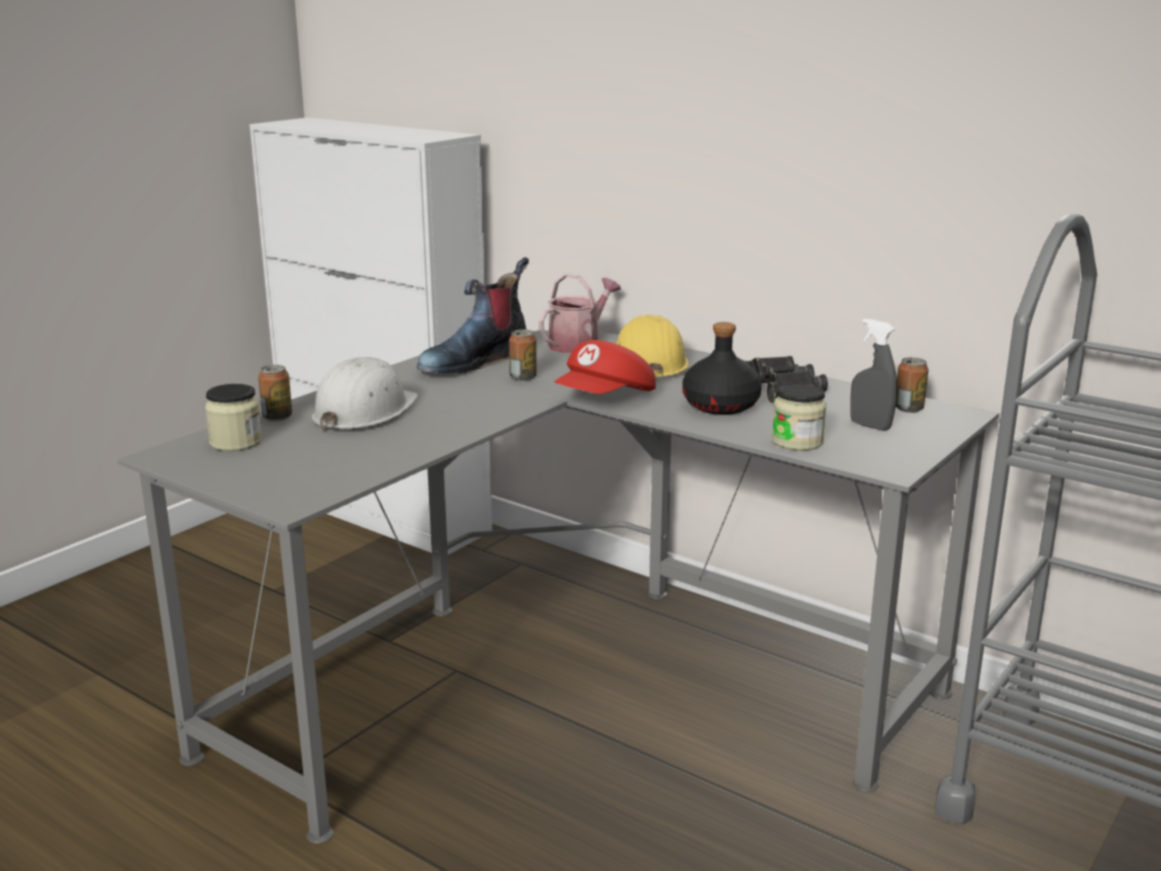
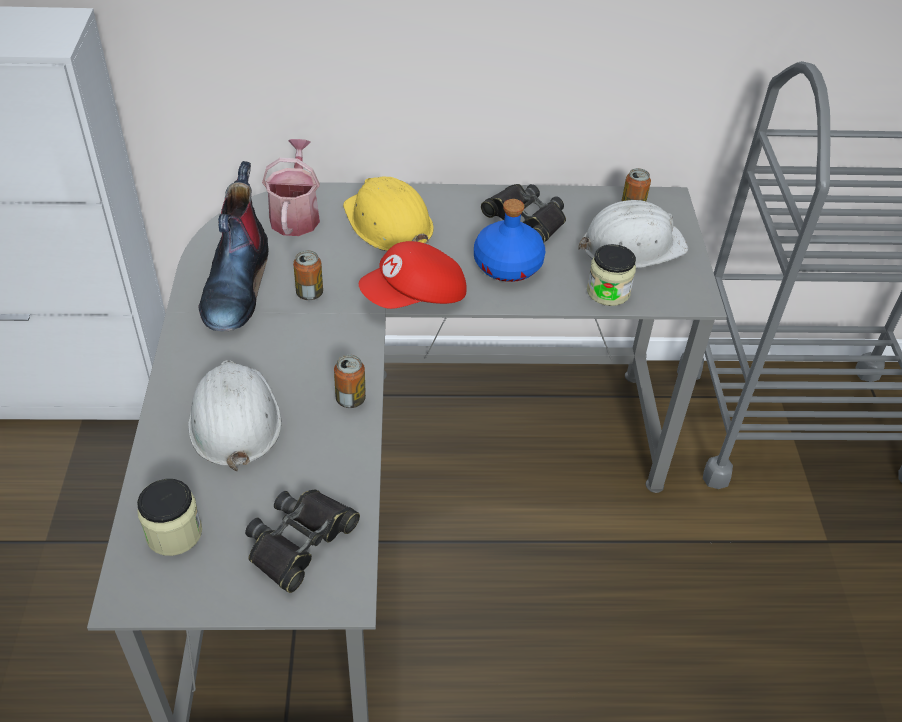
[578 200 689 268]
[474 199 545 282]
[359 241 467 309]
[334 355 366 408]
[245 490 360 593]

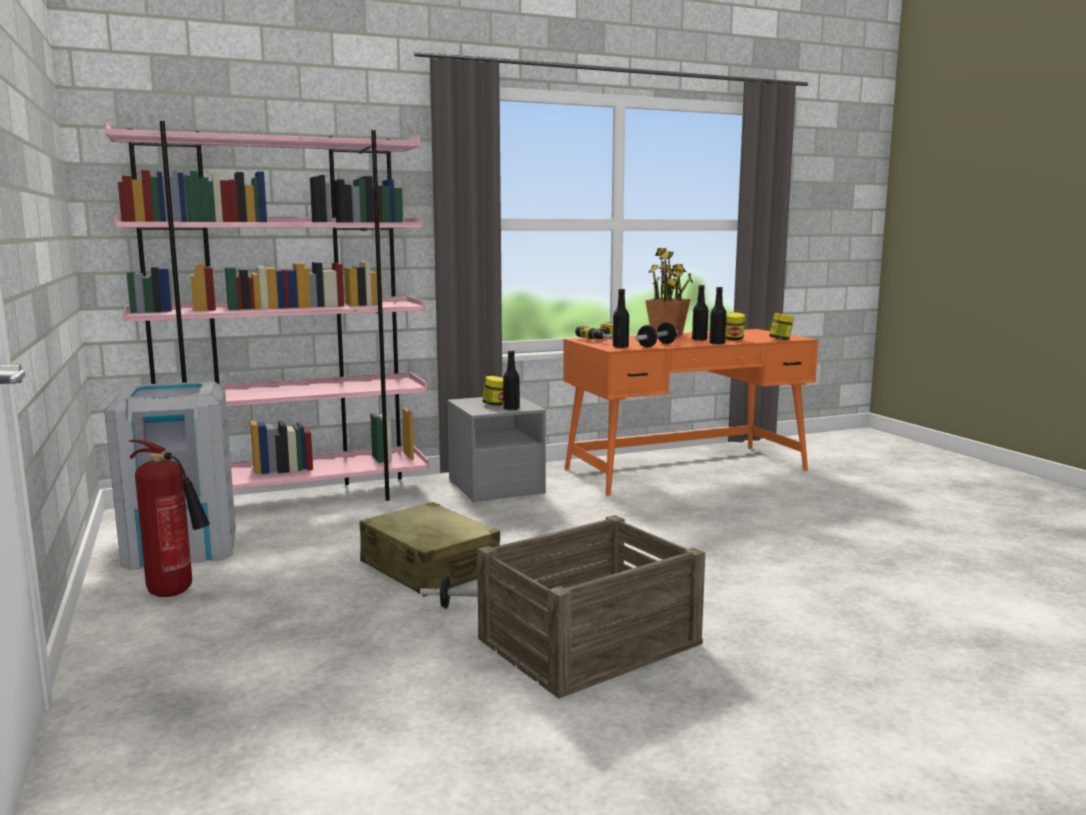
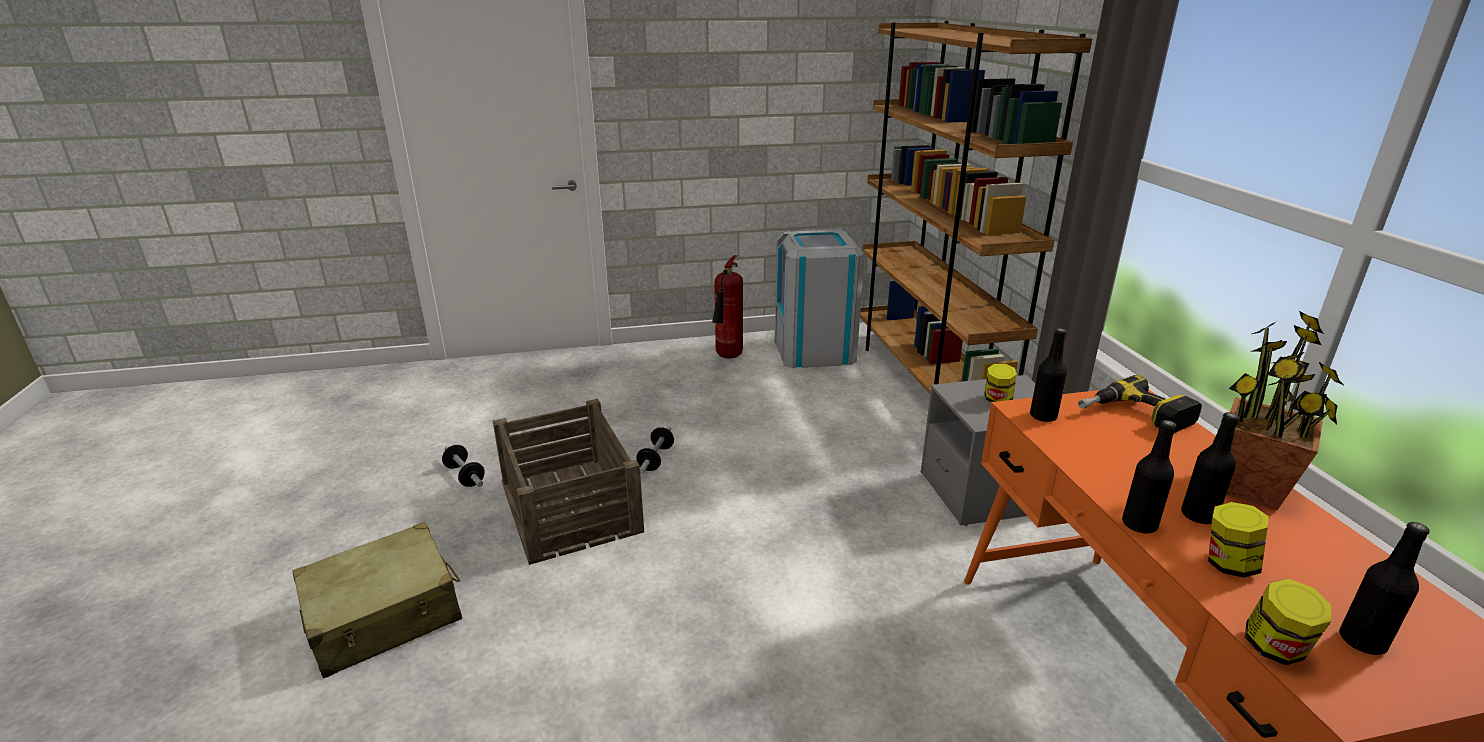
[860 21 1092 394]
[442 445 485 487]
[1339 522 1429 655]
[292 522 462 678]

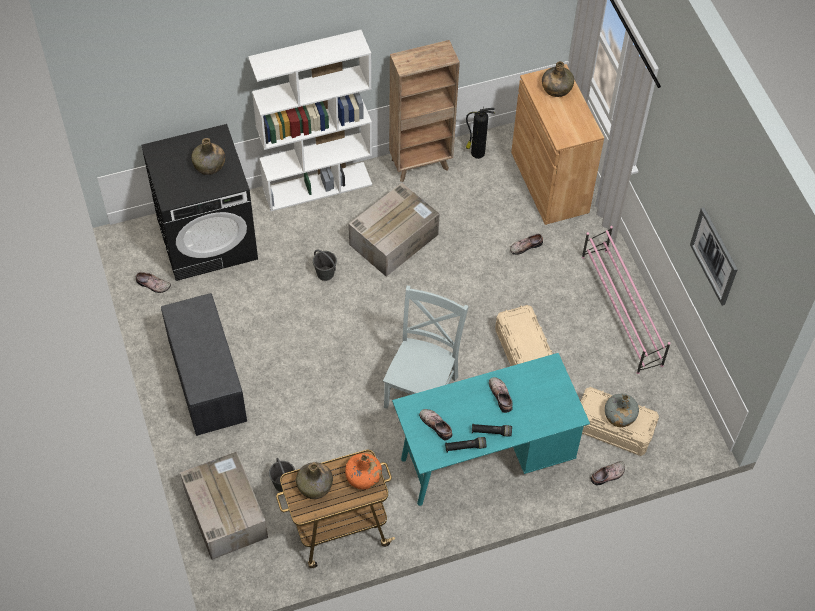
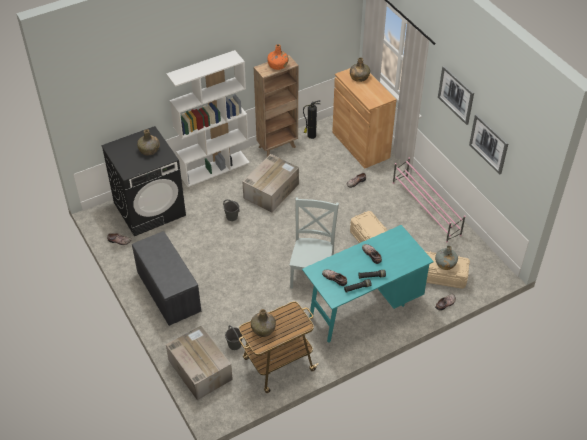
[267 44 289 70]
[438 66 474 125]

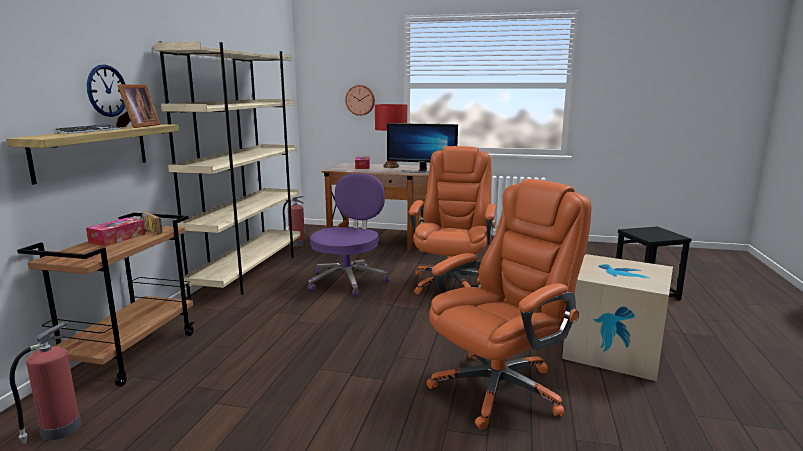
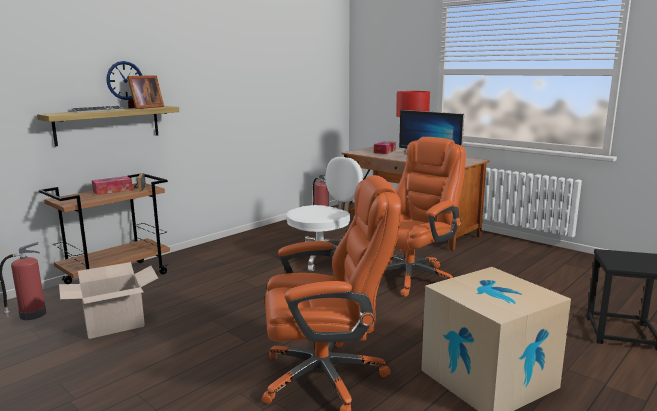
[154 42 301 298] (first image)
[345 85 375 116] (first image)
[286 157 363 271]
[59 262 158 339]

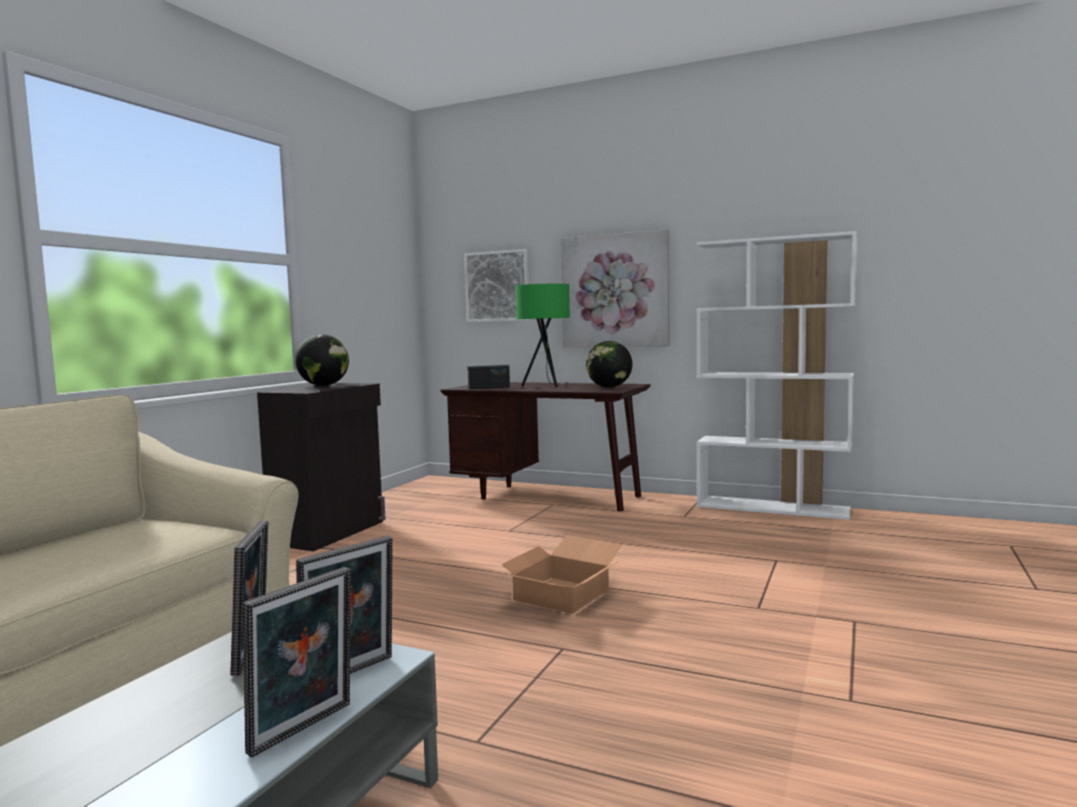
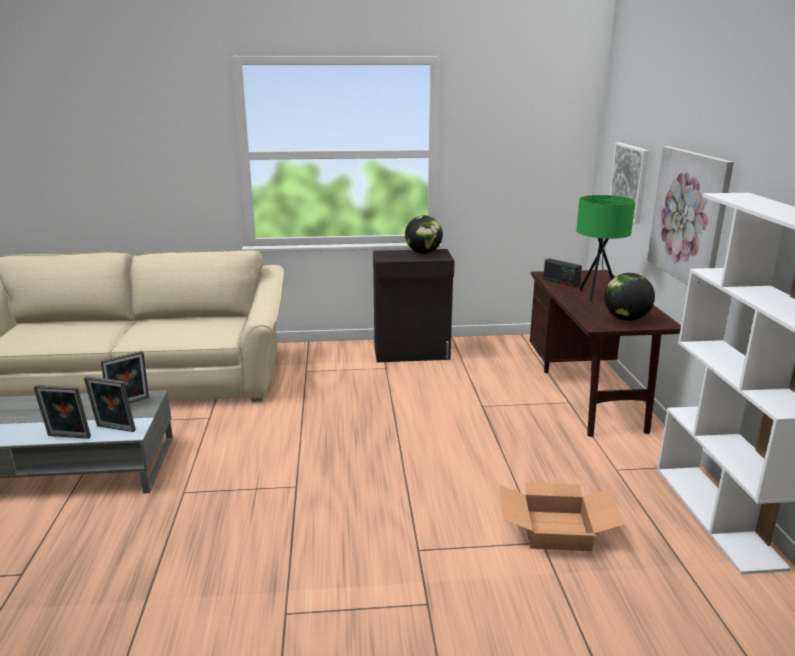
[499 482 625 551]

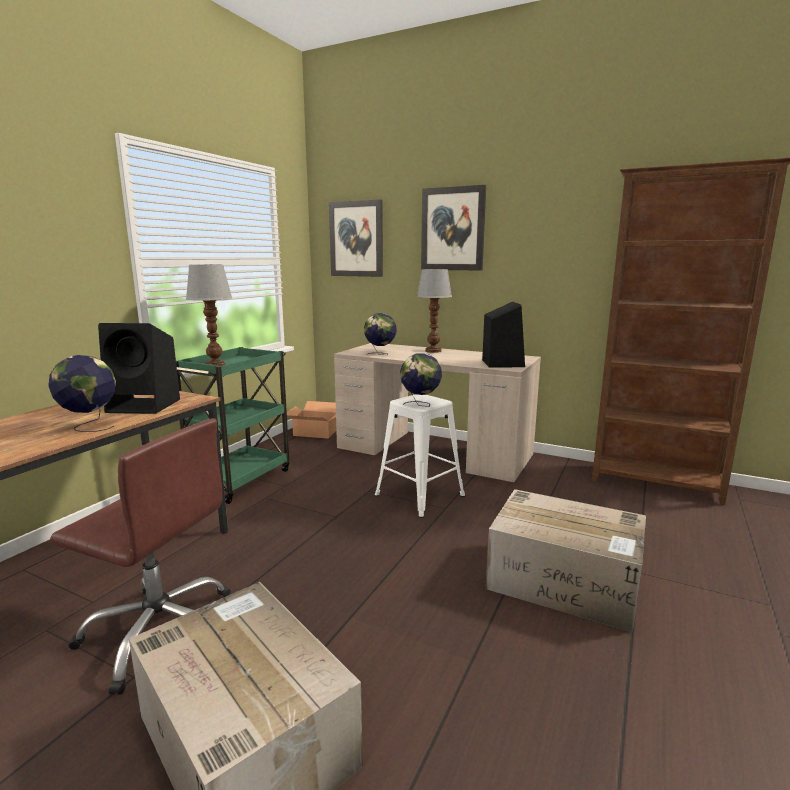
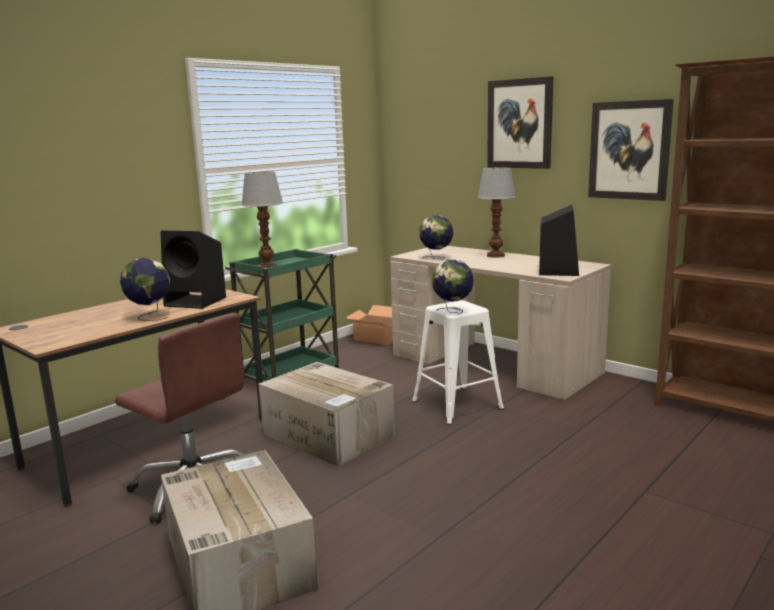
[588 99 674 201]
[258 362 395 467]

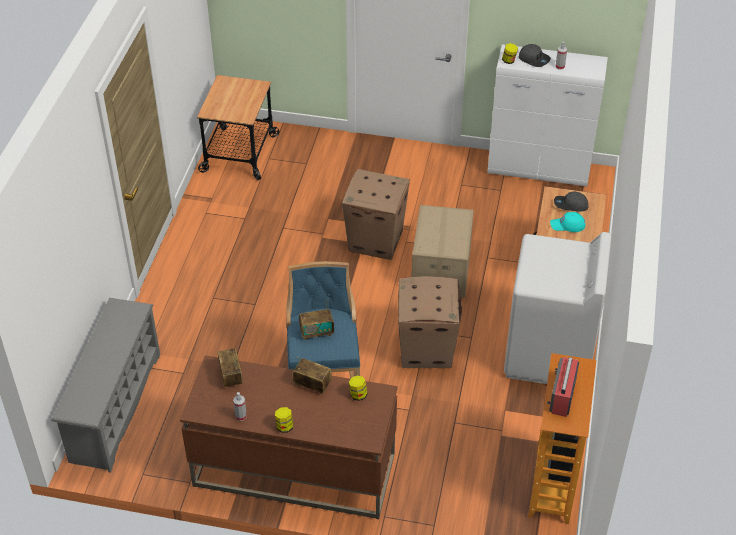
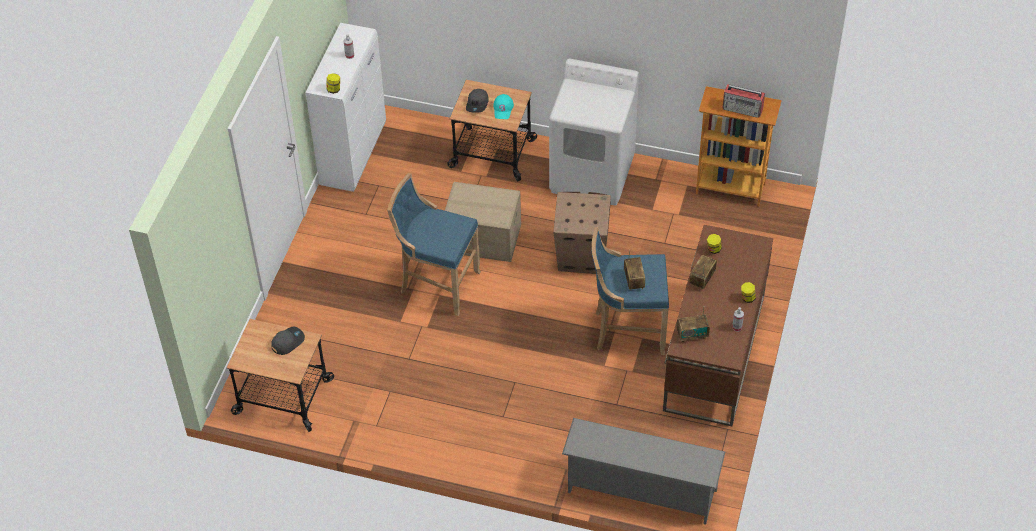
[271 327 305 355]
[387 173 481 316]

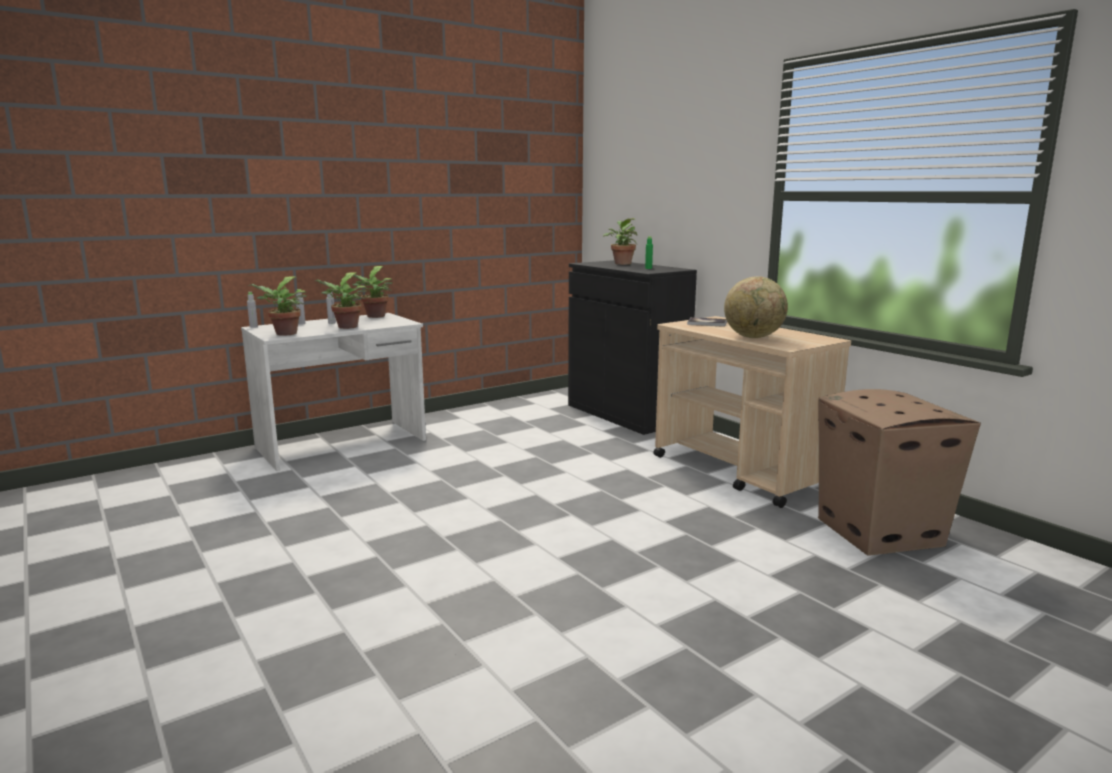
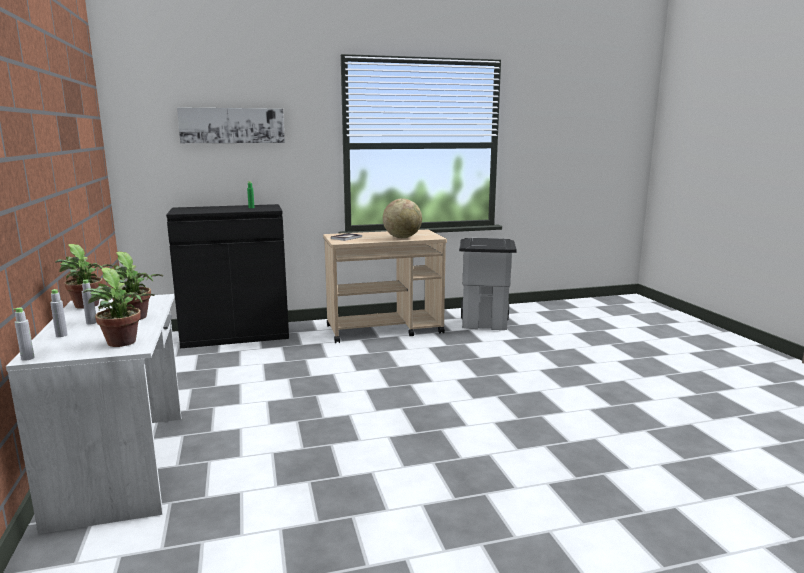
[603 218 638 265] (first image)
[459 238 517 330]
[177 107 285 143]

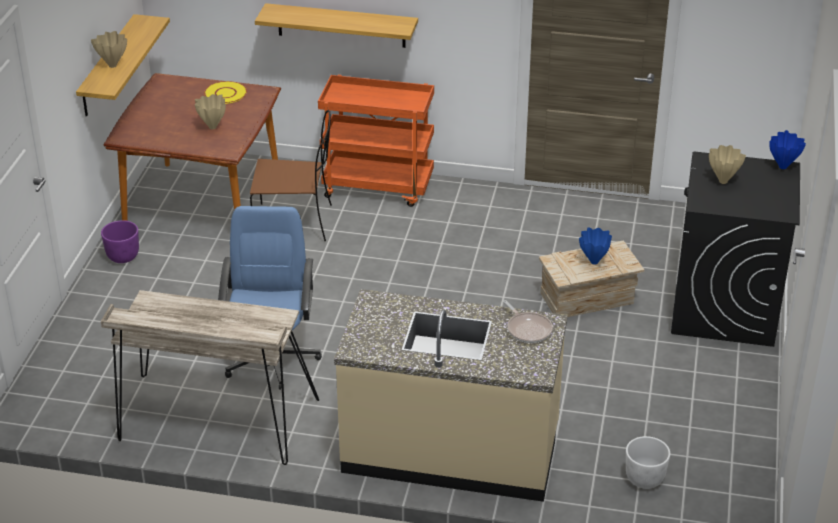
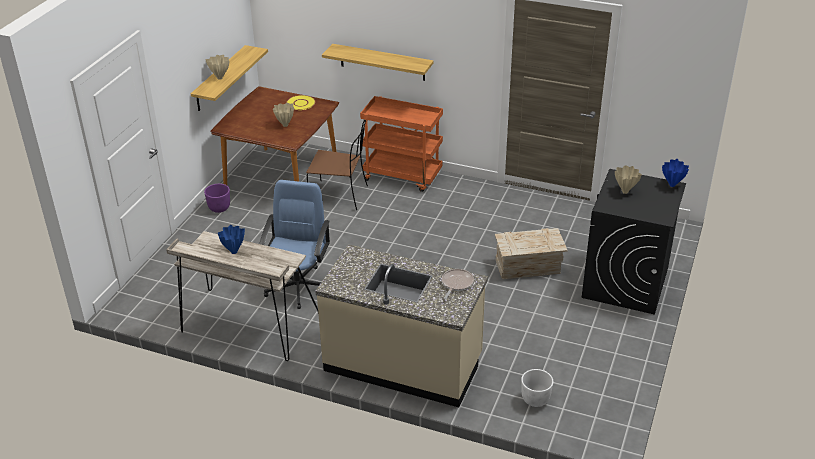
[218 225 245 254]
[442 269 474 299]

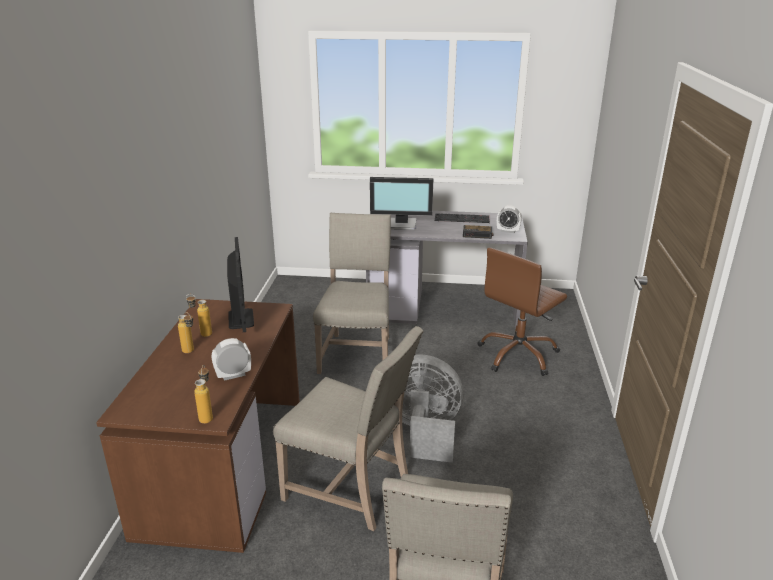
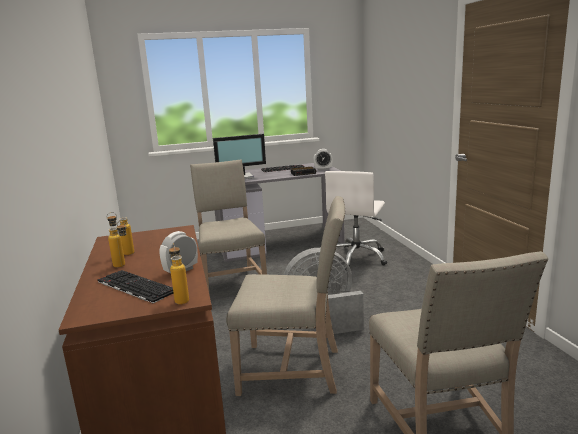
[227 237 254 332] (first image)
[325 171 387 270]
[97 270 173 303]

